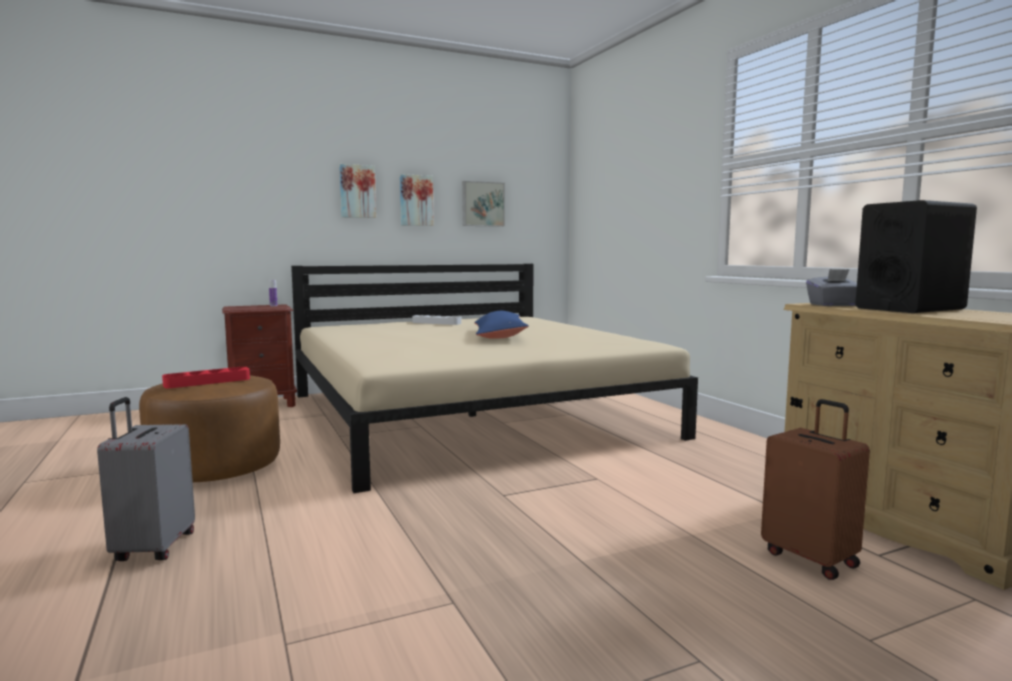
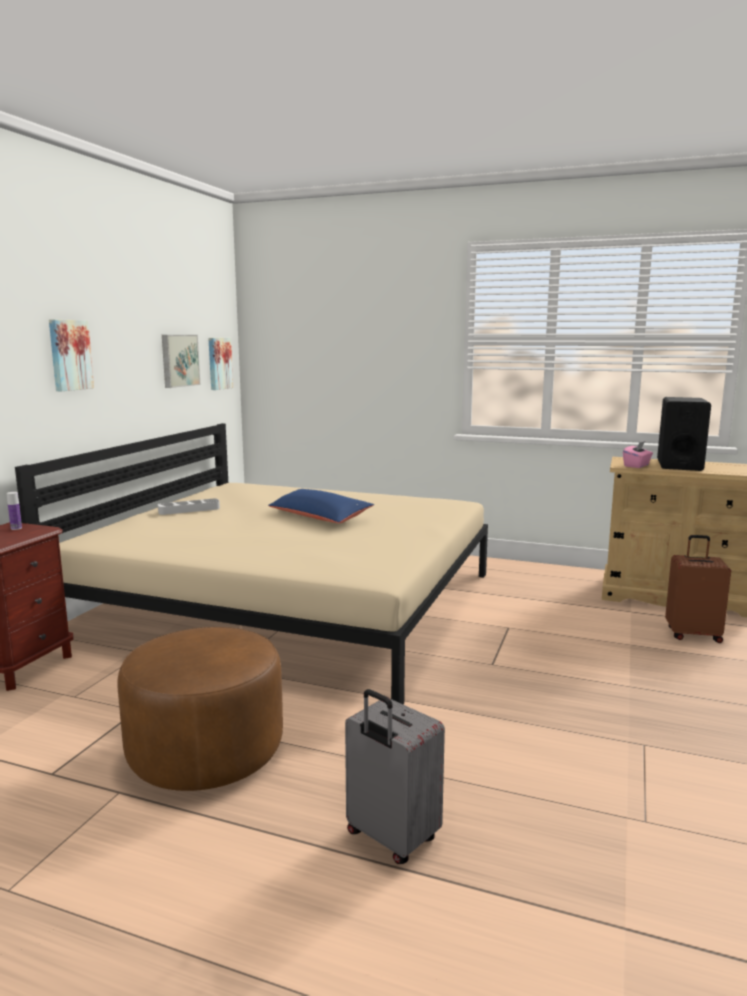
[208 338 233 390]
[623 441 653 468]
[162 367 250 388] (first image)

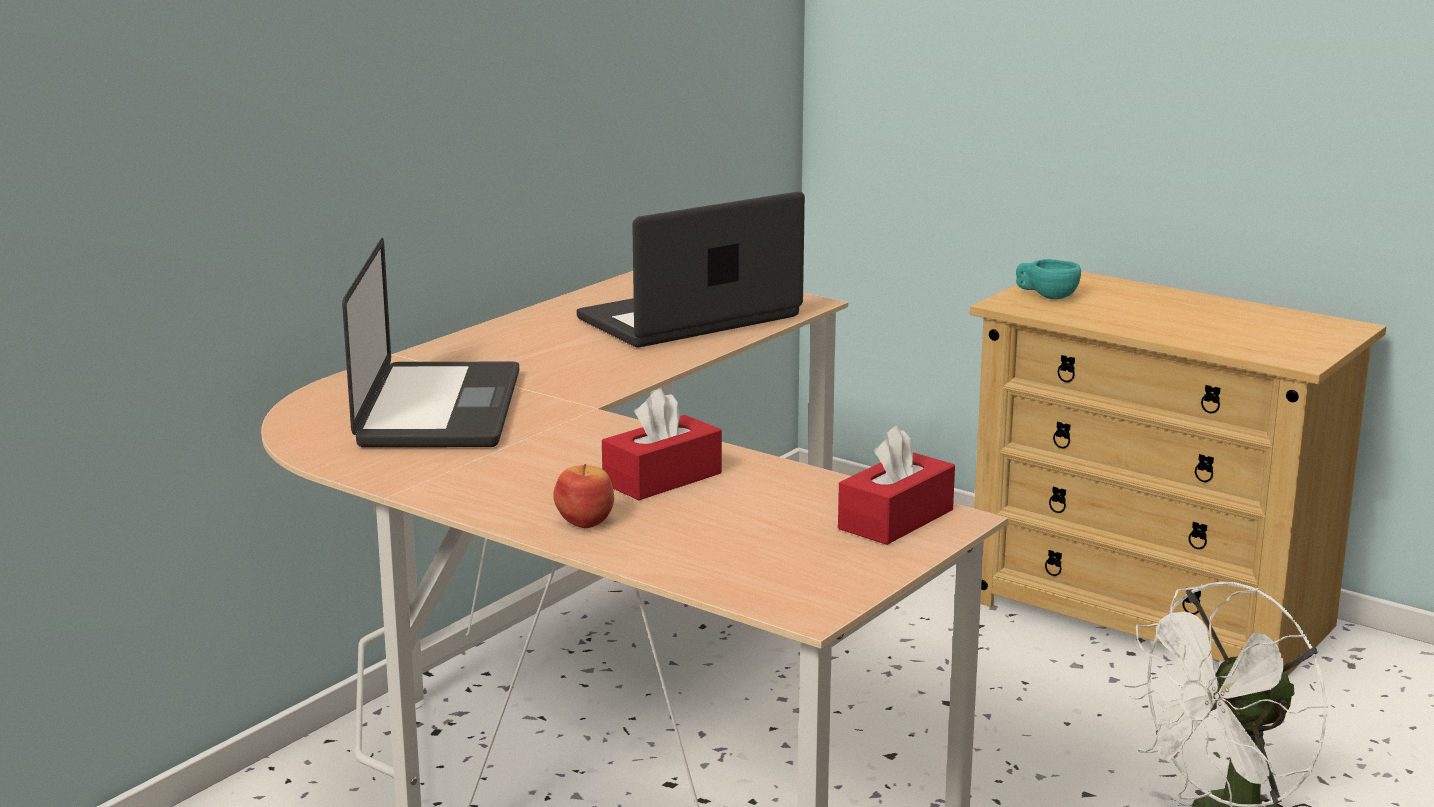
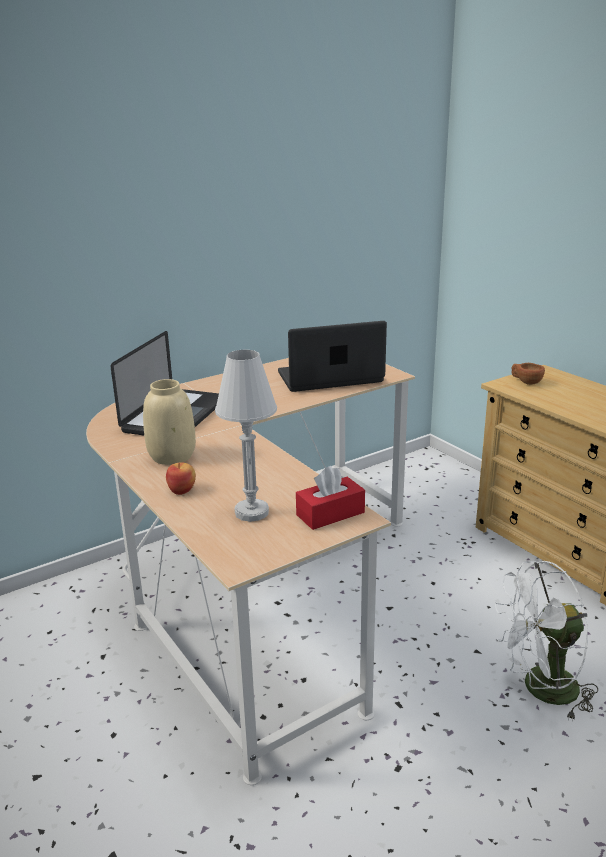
[512 363 545 385]
[602 389 722 500] (first image)
[215 350 277 522]
[143 379 196 465]

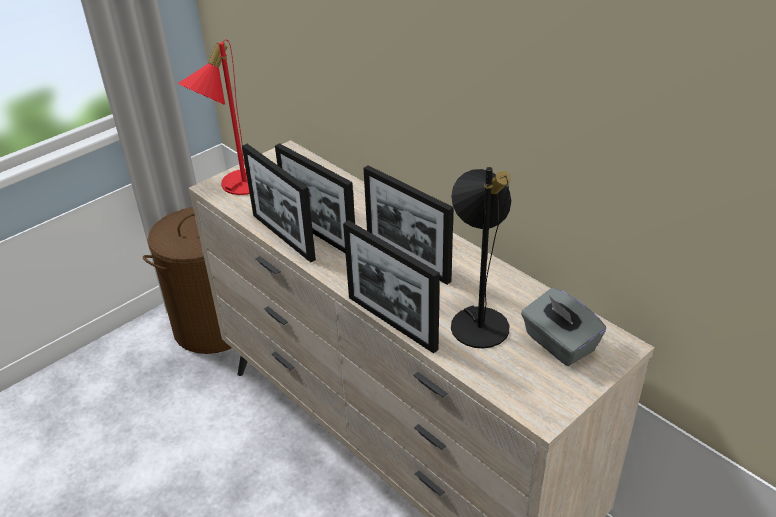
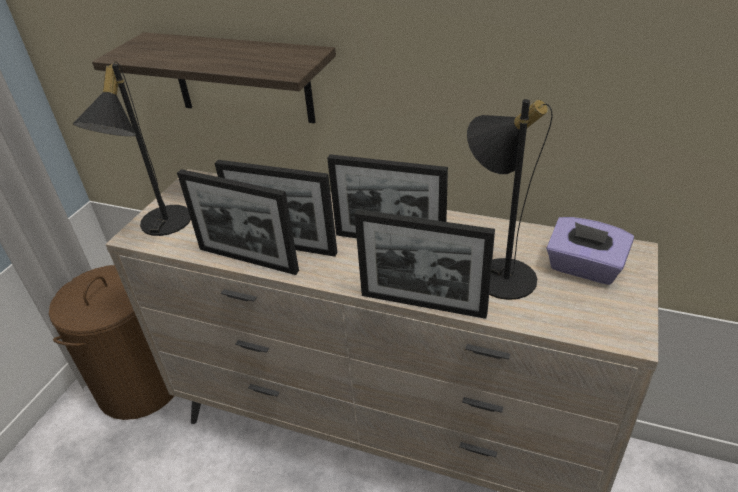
[73 62 191 236]
[546 217 634 285]
[92 32 336 123]

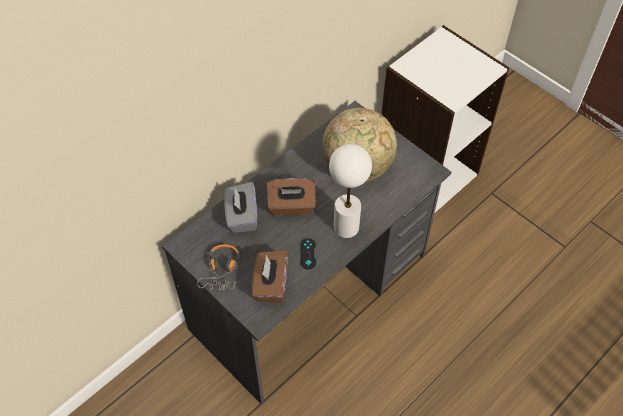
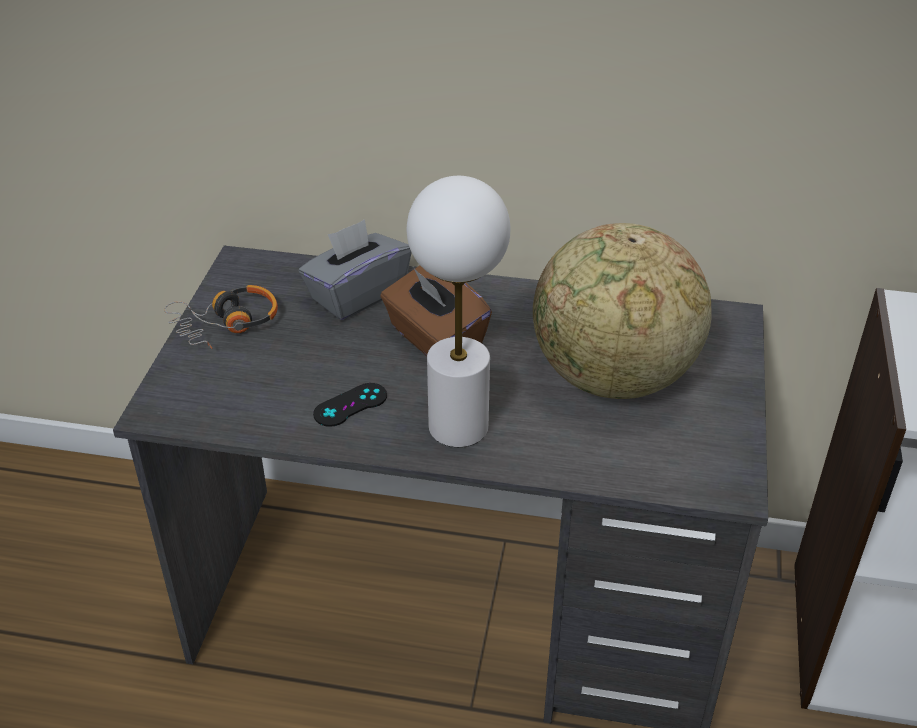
[252 251 289 303] (first image)

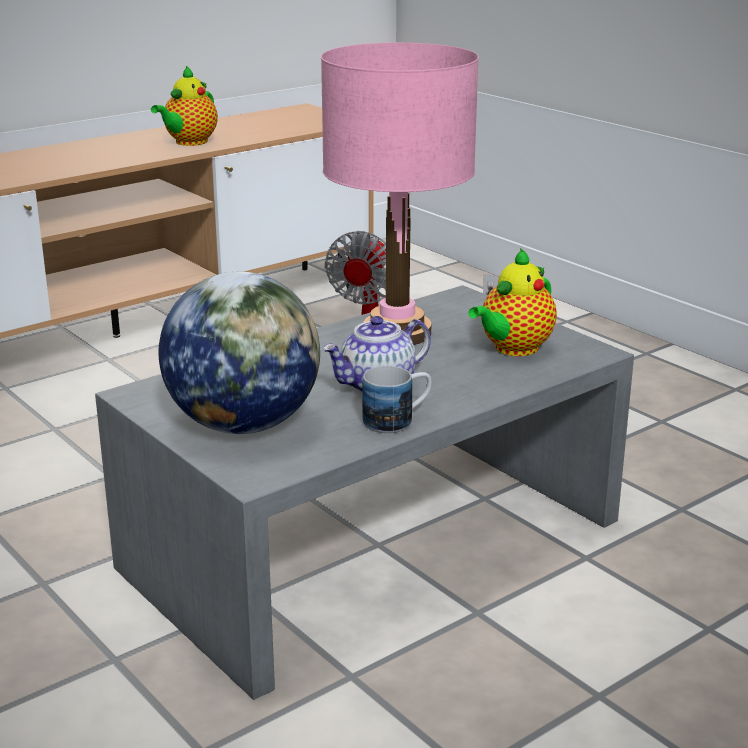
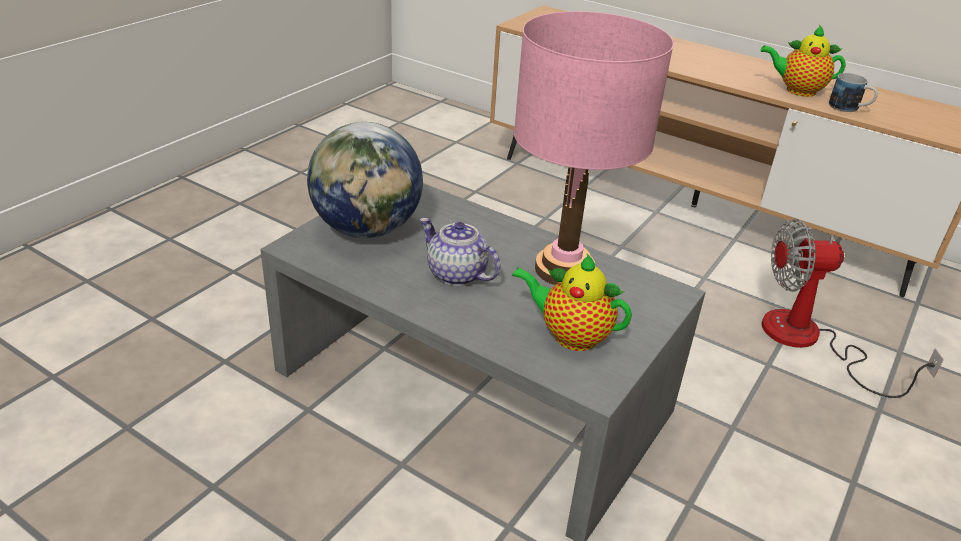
[829 73 878 112]

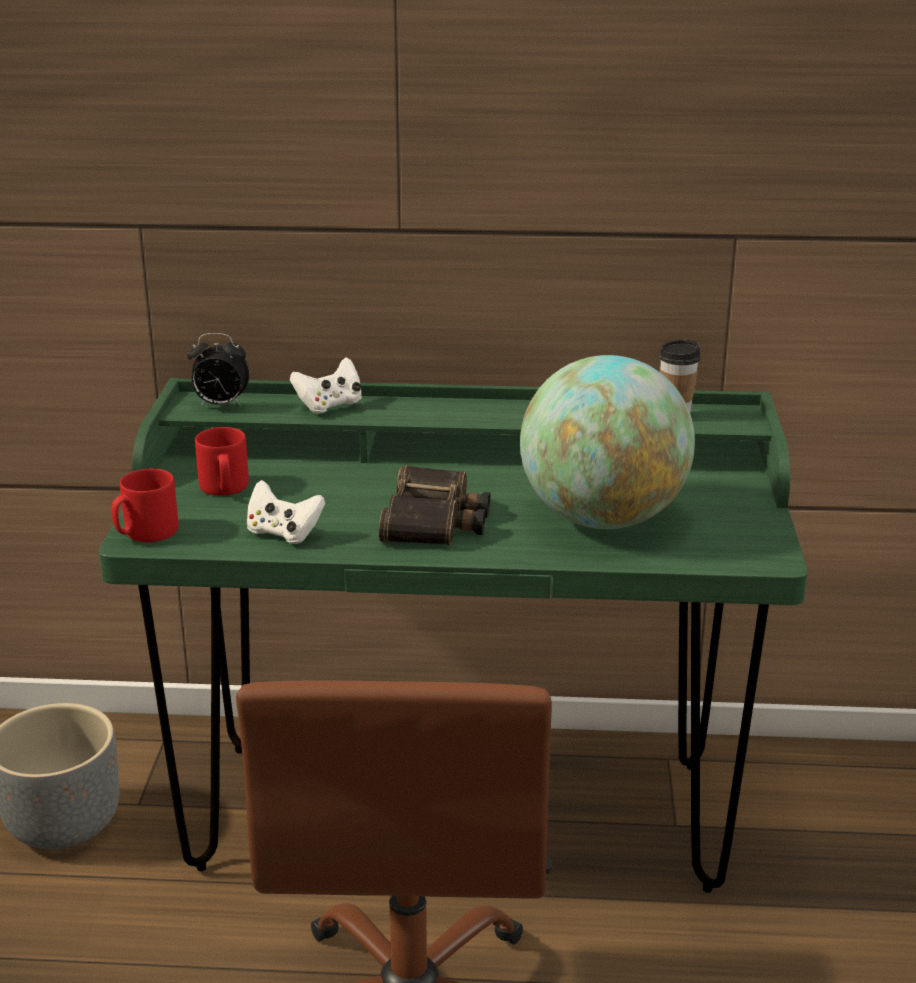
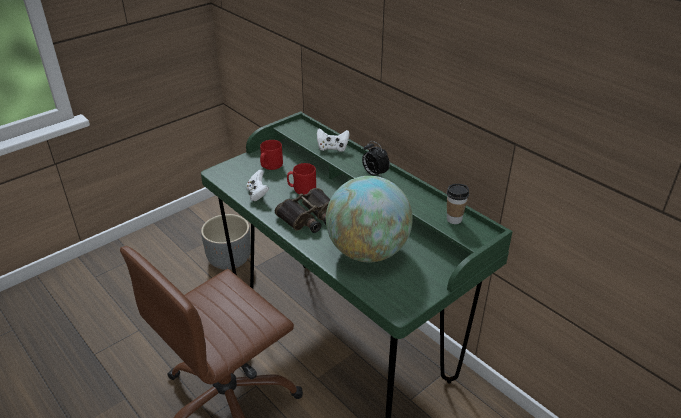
[362 141 390 176]
[287 163 316 195]

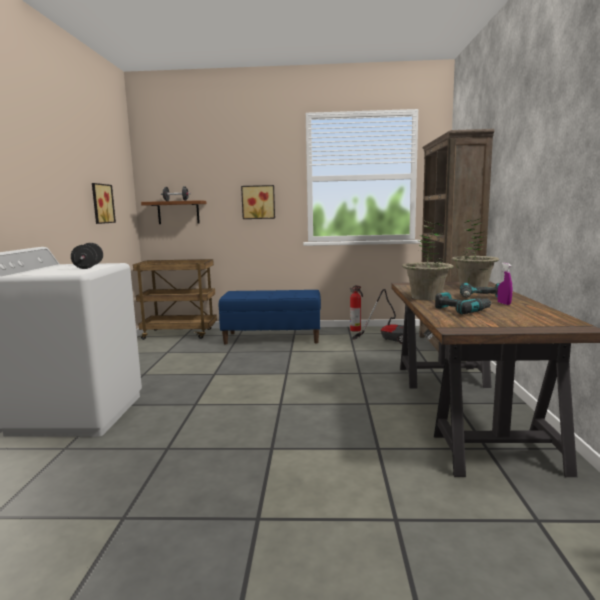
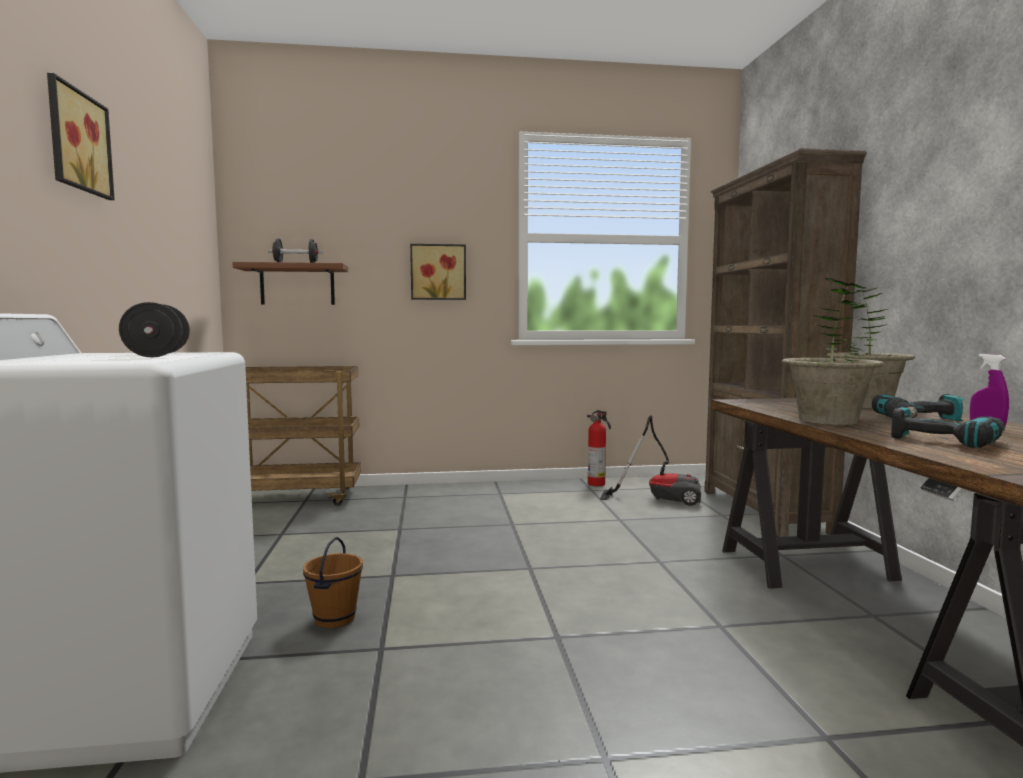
[47 73 115 200]
[219 290 321 344] (first image)
[303 537 363 628]

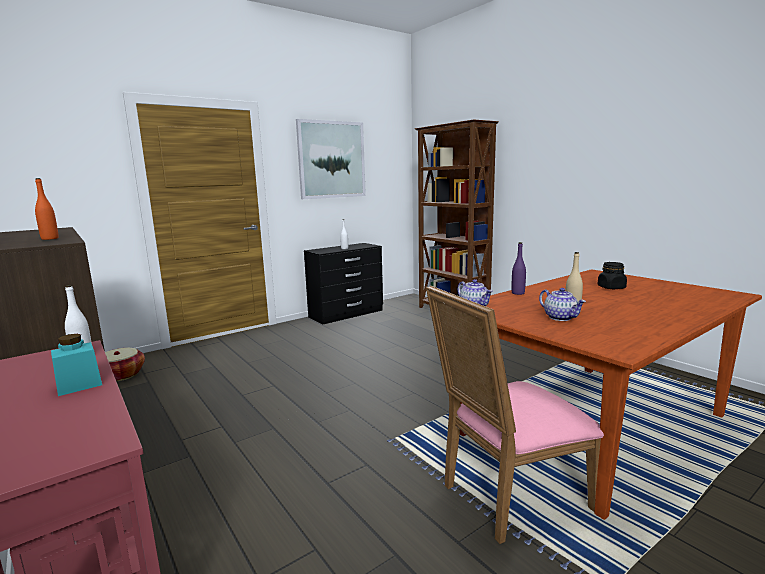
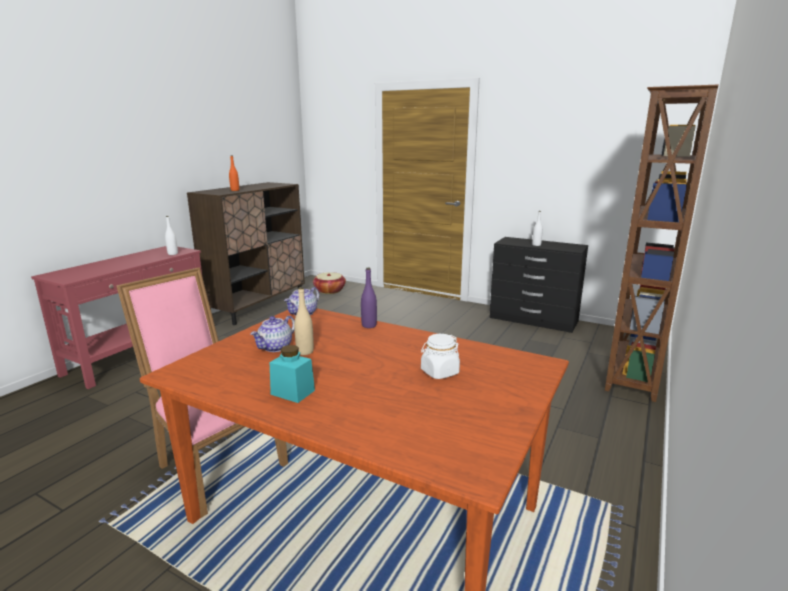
[296 119 366 199] (first image)
[421 334 460 379]
[270 345 315 403]

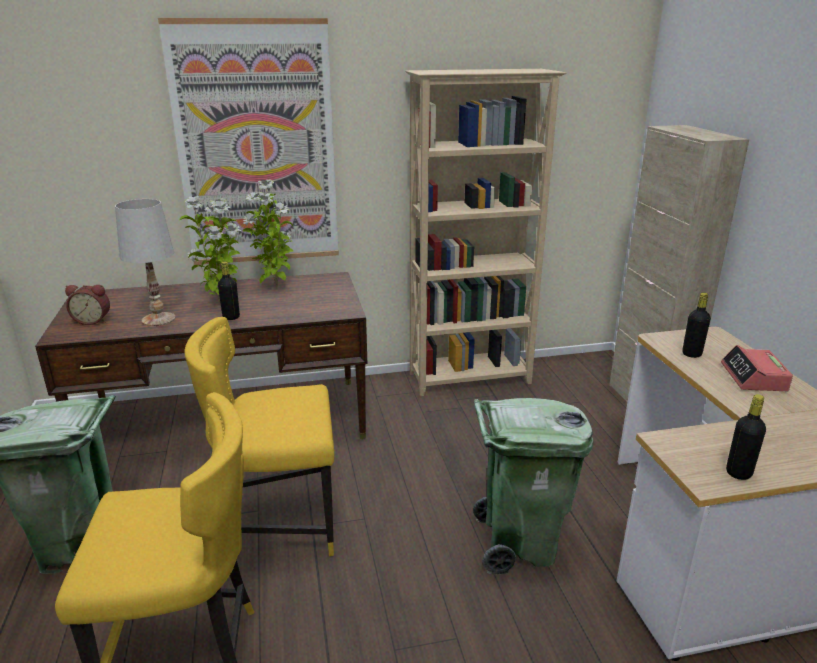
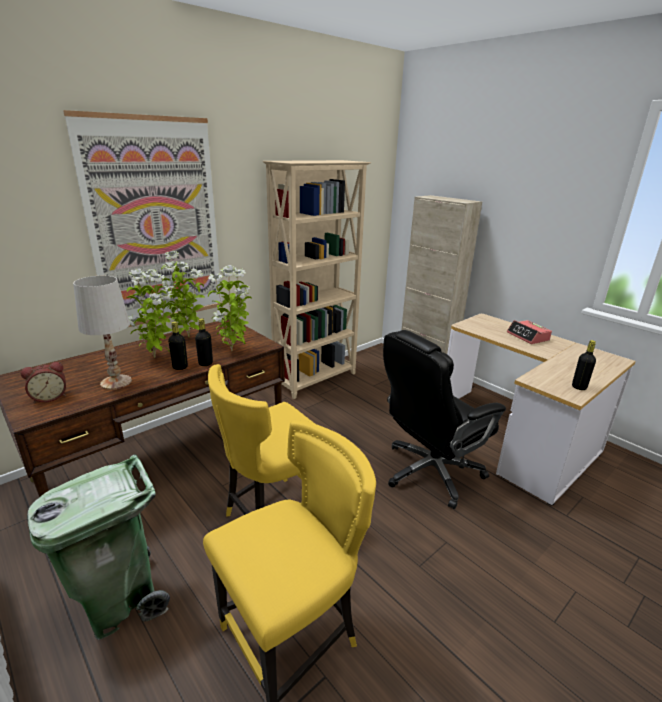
[195 318 213 366]
[383 330 506 509]
[208 265 252 352]

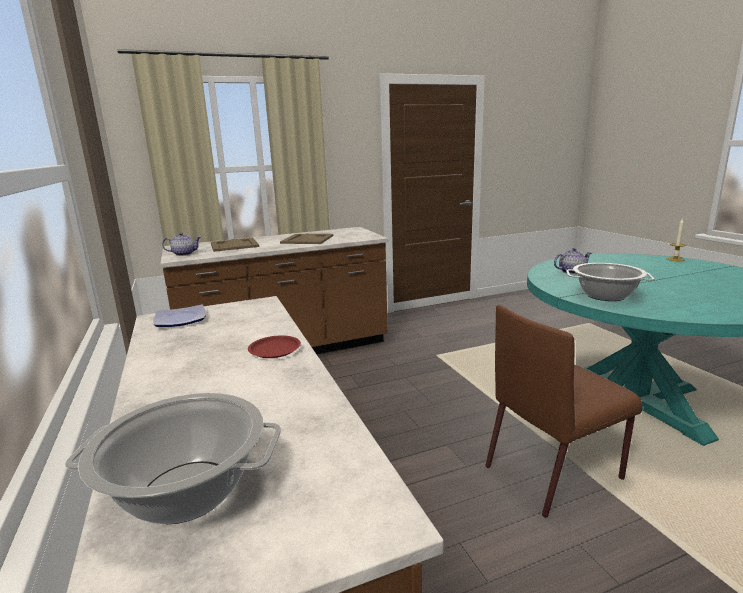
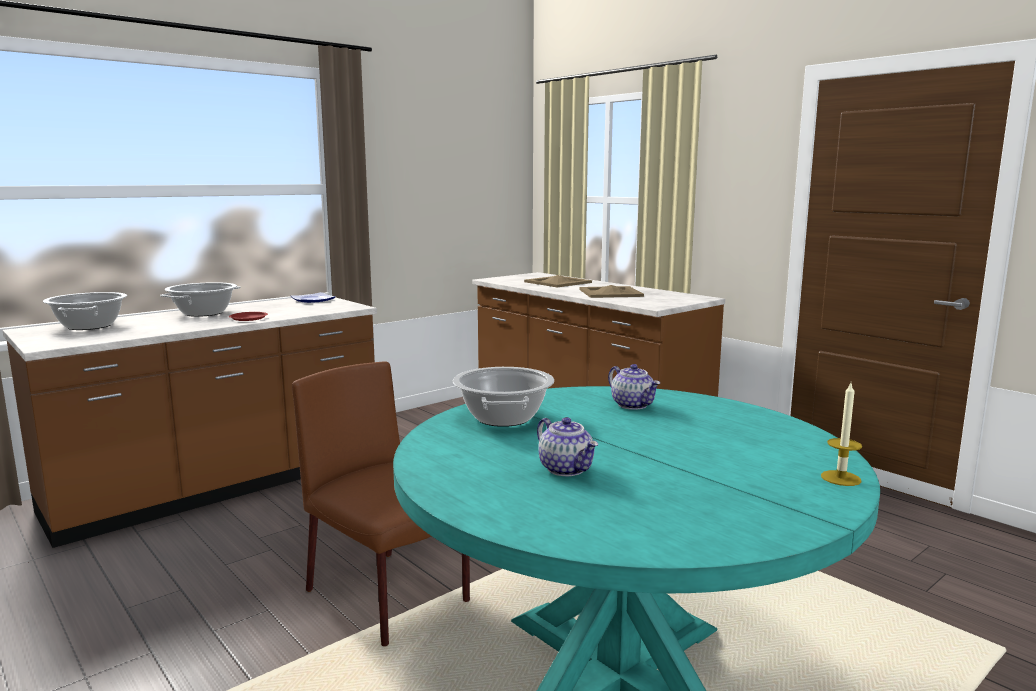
[537 417 598 476]
[160 282 241 317]

